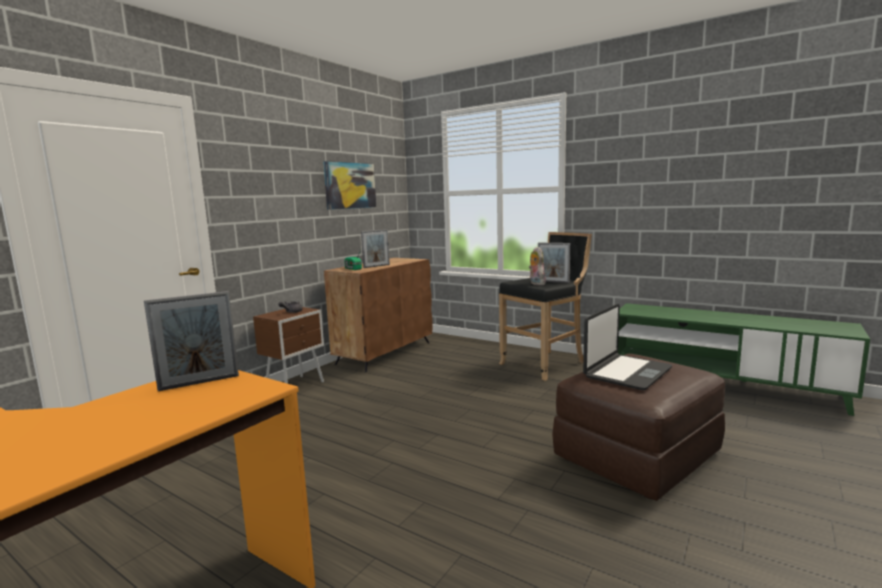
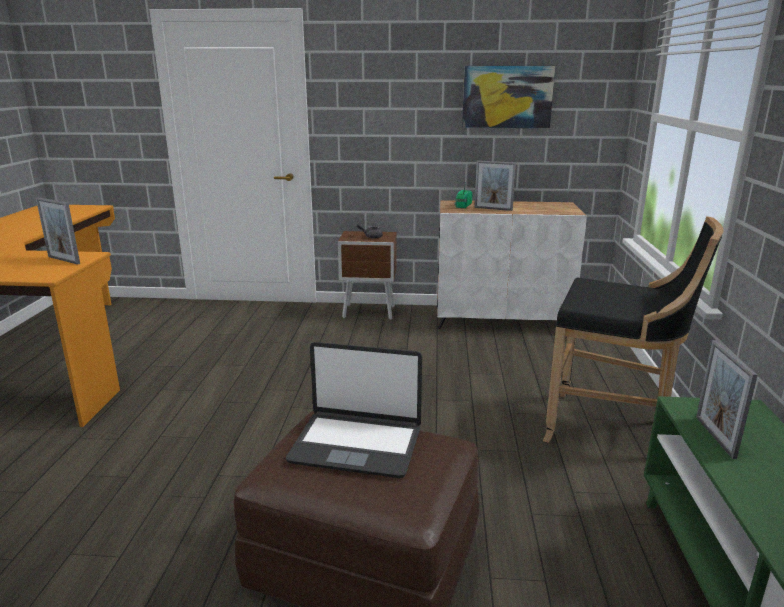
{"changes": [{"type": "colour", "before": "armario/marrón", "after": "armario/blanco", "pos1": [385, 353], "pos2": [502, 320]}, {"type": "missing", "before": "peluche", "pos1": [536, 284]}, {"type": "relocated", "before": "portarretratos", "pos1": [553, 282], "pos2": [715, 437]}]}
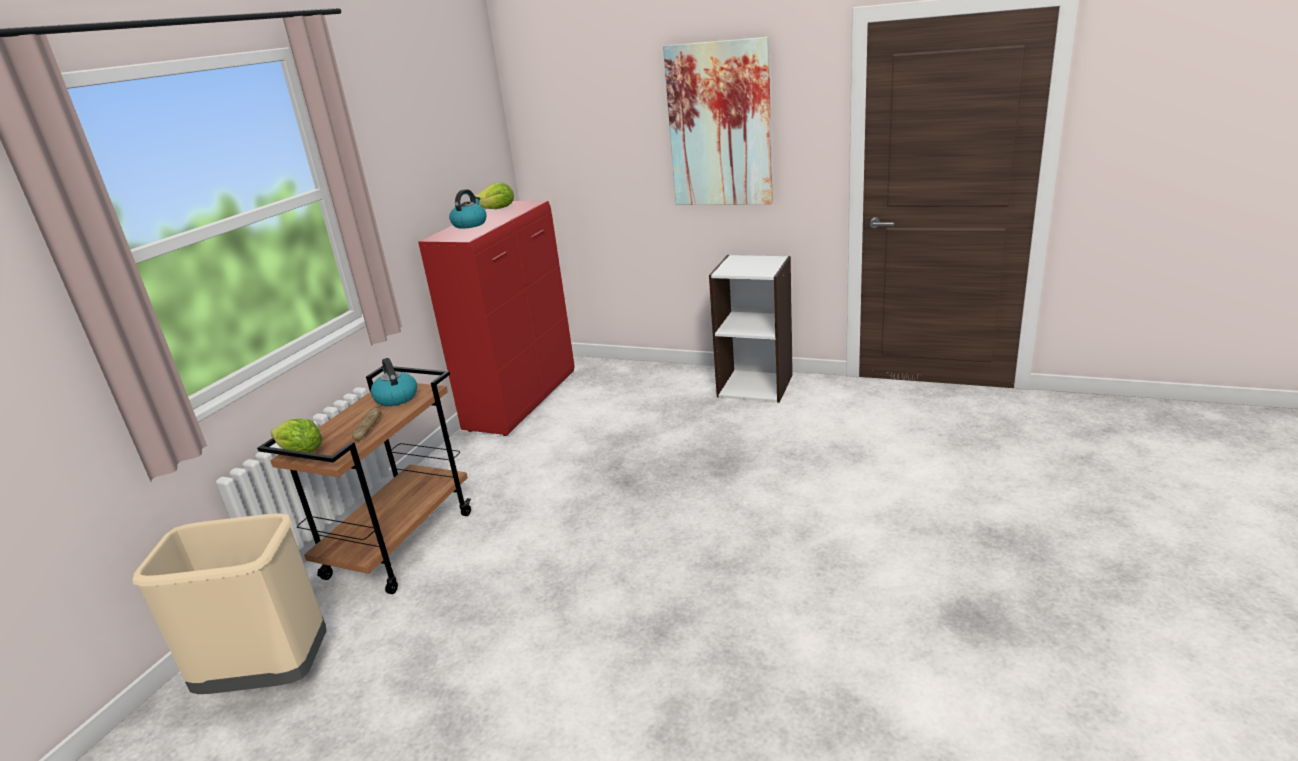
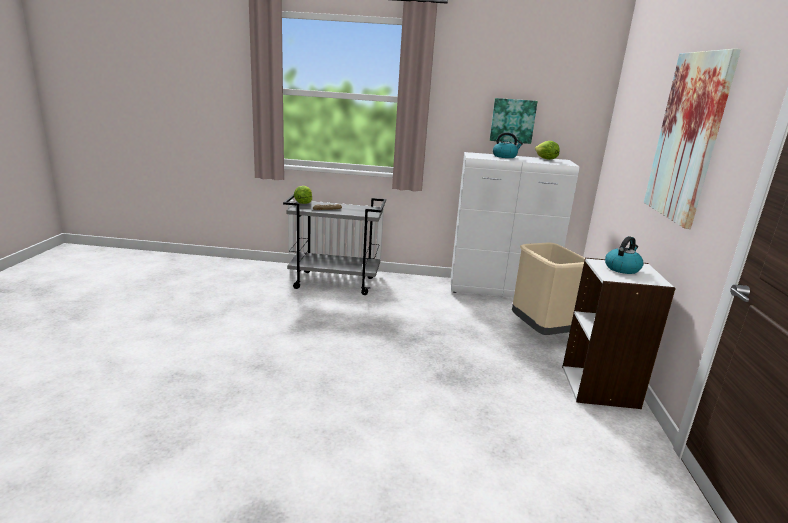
{"changes": [{"type": "relocated", "before": "papelera/beis", "pos1": [270, 676], "pos2": [540, 331]}, {"type": "colour", "before": "carrito/marrón", "after": "carrito/gris", "pos1": [400, 544], "pos2": [335, 283]}, {"type": "relocated", "before": "hervidor", "pos1": [396, 397], "pos2": [622, 268]}, {"type": "colour", "before": "armario/rojo", "after": "armario/blanco", "pos1": [522, 400], "pos2": [500, 291]}, {"type": "appeared", "after": "cuadro", "pos2": [512, 120]}]}
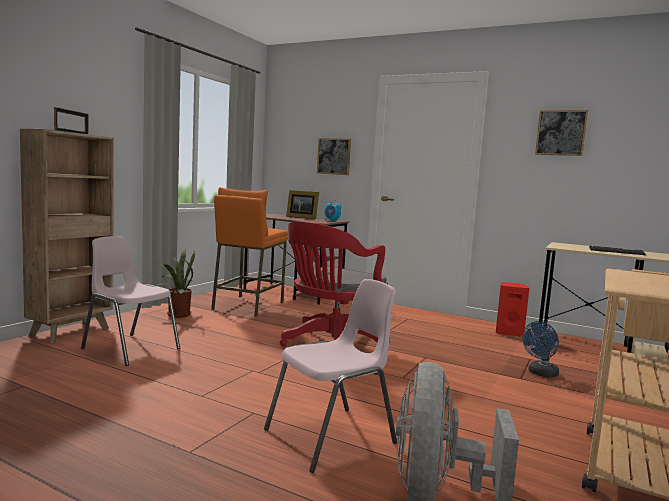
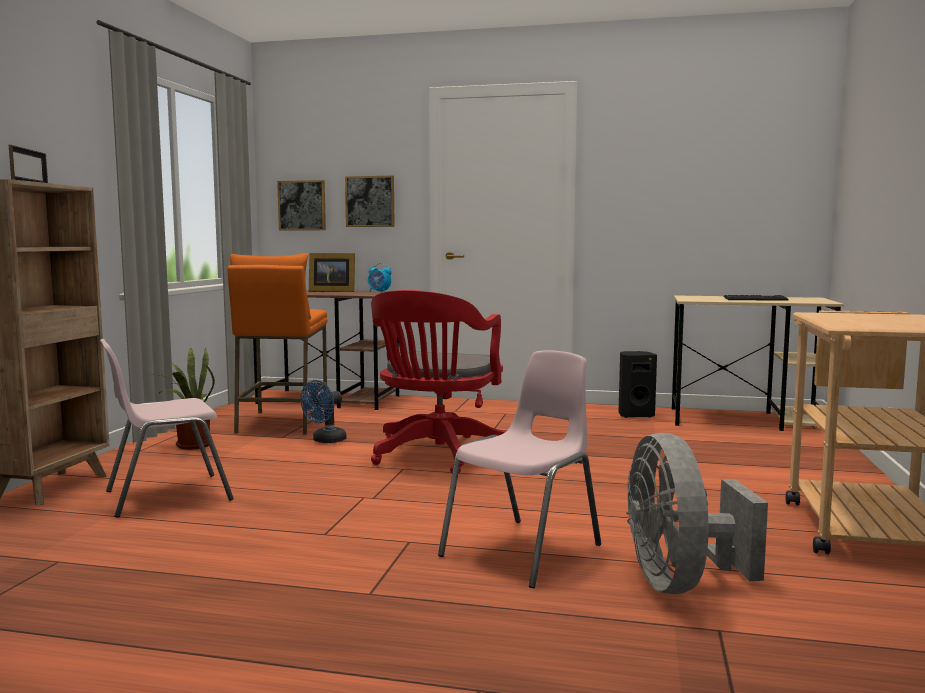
{"changes": [{"type": "spun", "before": "silla/rosa", "pos1": [129, 348], "pos2": [166, 495], "turn": -45}, {"type": "colour", "before": "altavoz/rojo", "after": "altavoz/negro", "pos1": [508, 333], "pos2": [635, 415]}, {"type": "relocated", "before": "ventilador/azul", "pos1": [540, 373], "pos2": [325, 441]}, {"type": "relocated", "before": "cuadro", "pos1": [561, 133], "pos2": [302, 205]}]}
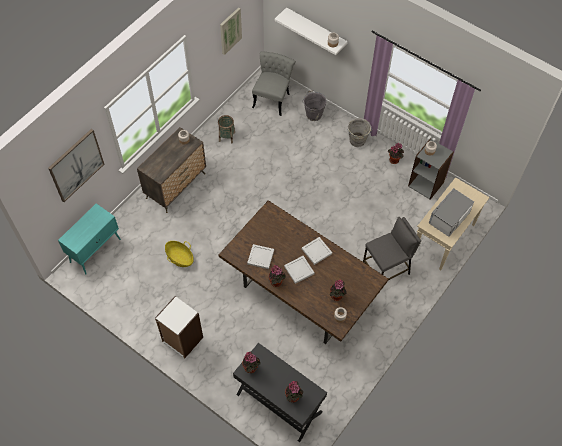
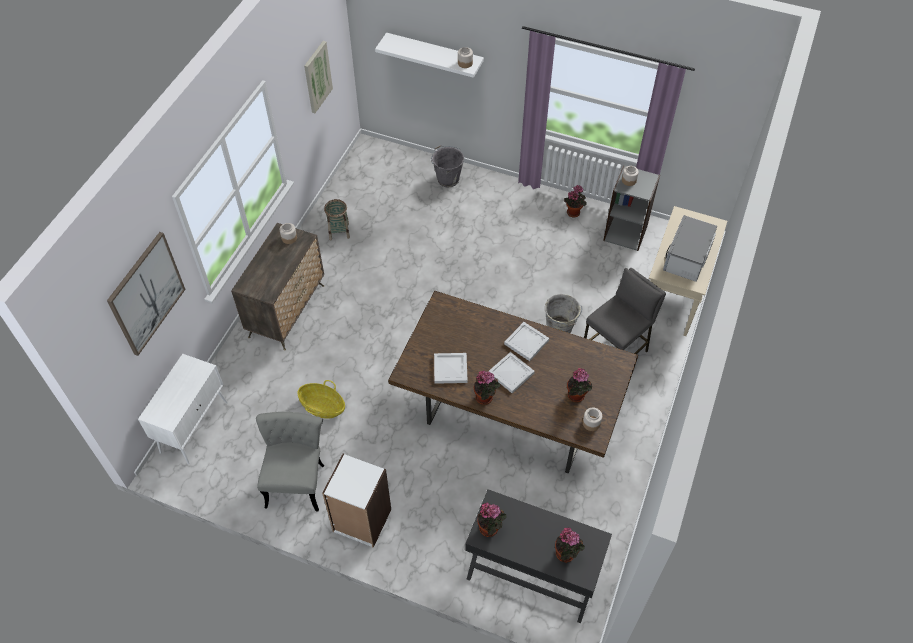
{"changes": [{"type": "colour", "before": "armario/turquesa", "after": "armario/blanco", "pos1": [95, 250], "pos2": [194, 426]}, {"type": "relocated", "before": "silla/gris", "pos1": [273, 97], "pos2": [297, 479]}, {"type": "relocated", "before": "cubo/gris", "pos1": [357, 141], "pos2": [560, 329]}]}
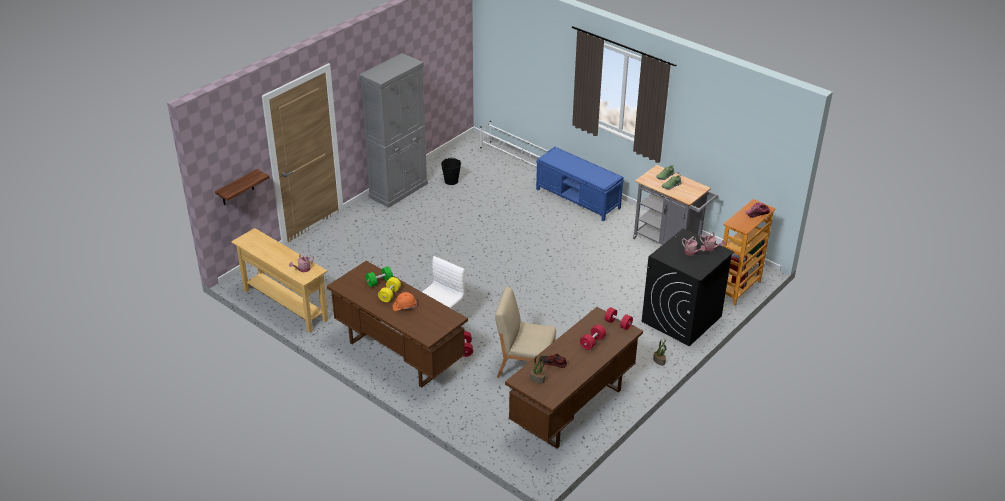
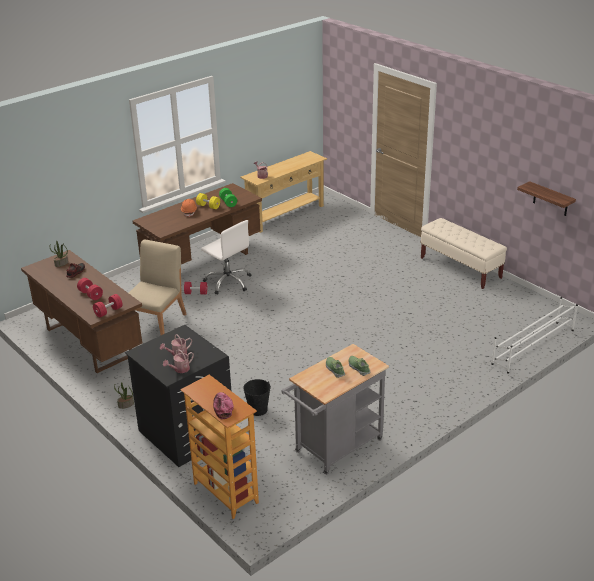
{"changes": [{"type": "relocated", "before": "estante", "pos1": [237, 188], "pos2": [550, 199]}, {"type": "exchanged", "before": "armario/gris", "after": "banco/beis", "pos1": [398, 190], "pos2": [460, 268]}, {"type": "relocated", "before": "cubo/negro", "pos1": [451, 181], "pos2": [258, 409]}, {"type": "missing", "before": "banco/azul", "pos1": [578, 199]}]}
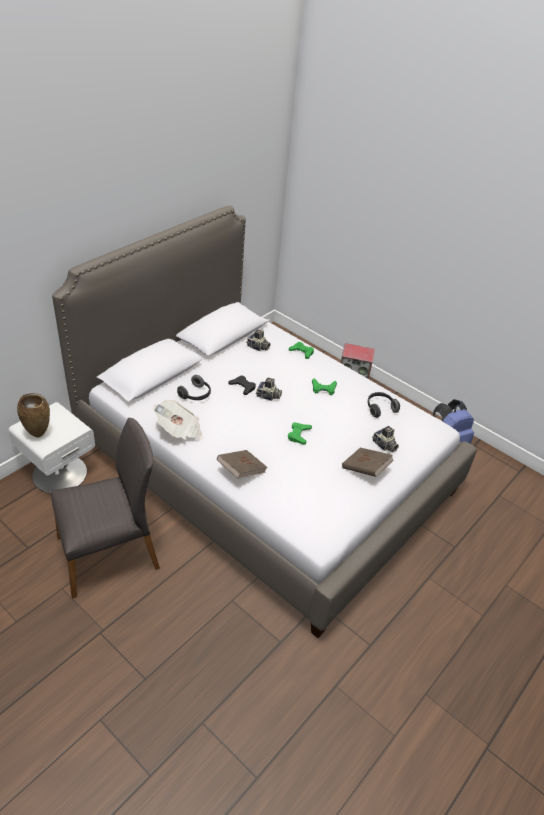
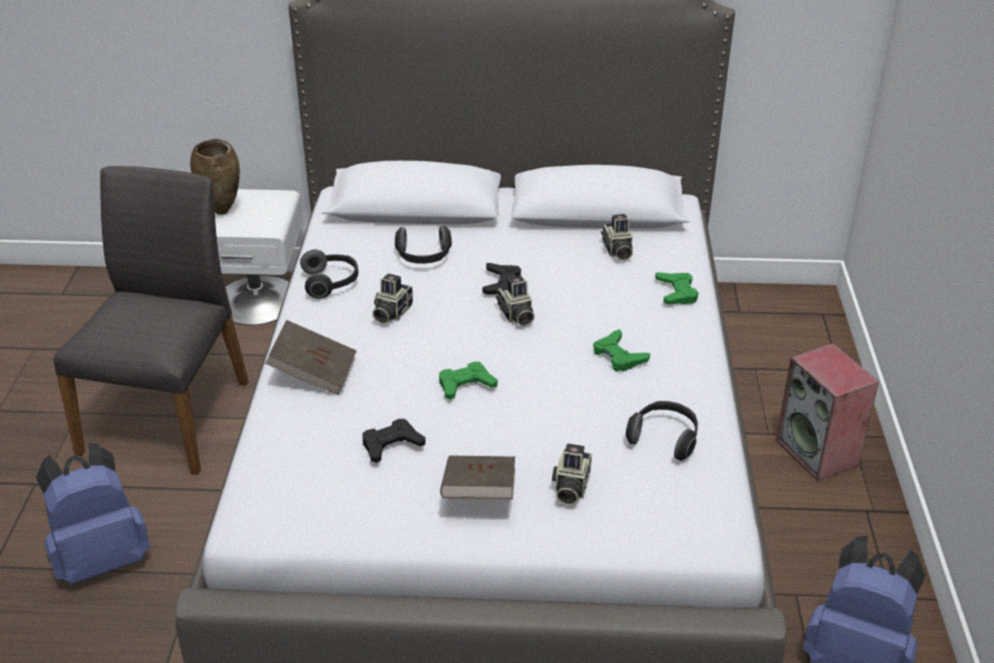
{"changes": [{"type": "spun", "before": "silla/gris", "pos1": [109, 553], "pos2": [169, 415], "turn": -105}, {"type": "exchanged", "before": "periódico", "after": "auriculares", "pos1": [179, 430], "pos2": [331, 283]}, {"type": "appeared", "after": "mochila/azul", "pos2": [102, 558]}, {"type": "appeared", "after": "mando de consola/negro", "pos2": [391, 445]}, {"type": "appeared", "after": "cámara", "pos2": [391, 313]}]}
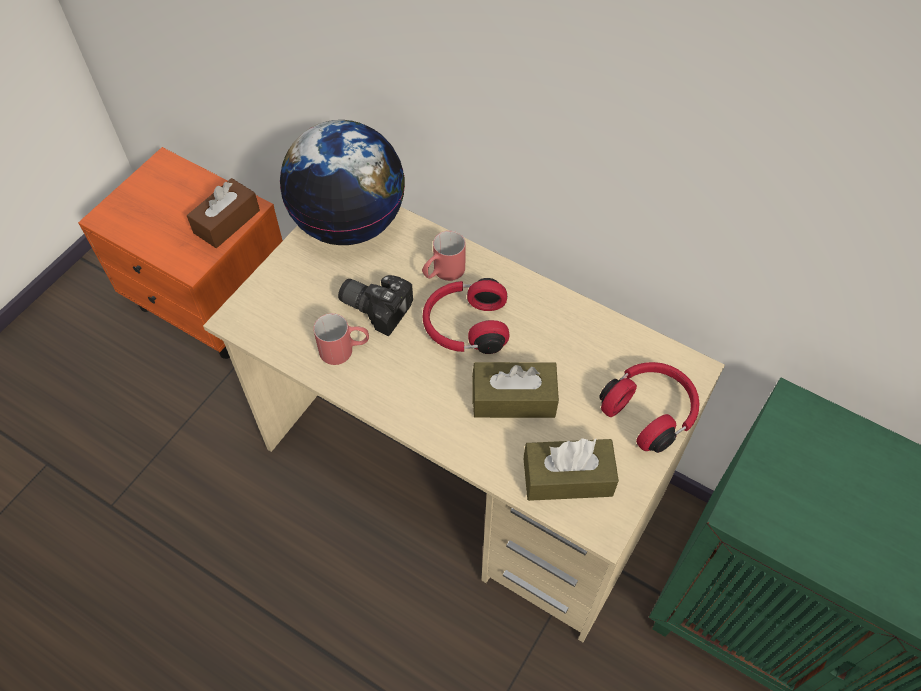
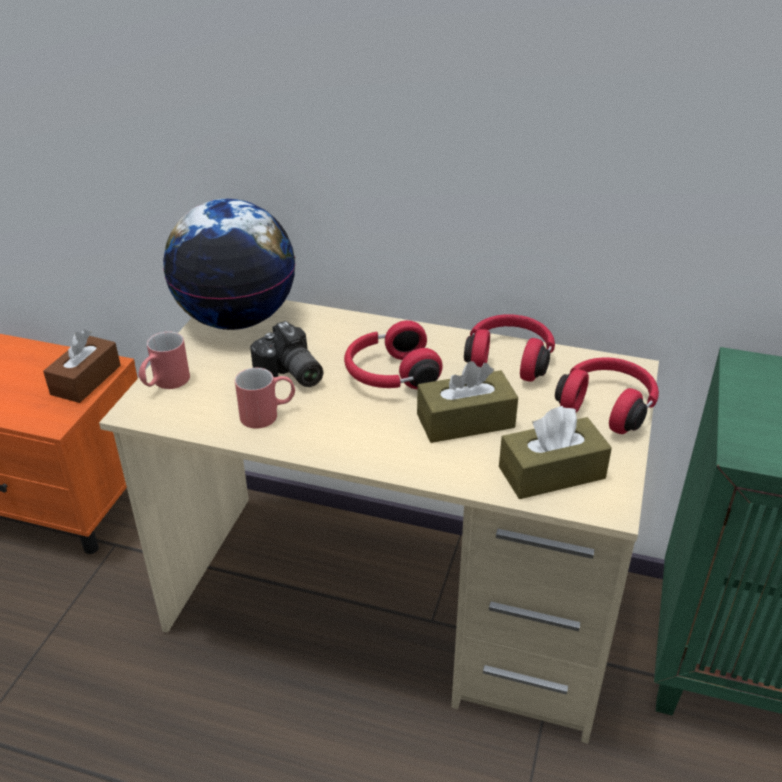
{"changes": [{"type": "spun", "before": "cámara", "pos1": [376, 306], "pos2": [290, 375], "turn": -135}, {"type": "relocated", "before": "taza grande/rojo", "pos1": [443, 273], "pos2": [165, 383]}, {"type": "appeared", "after": "auriculares/rojo", "pos2": [509, 359]}]}
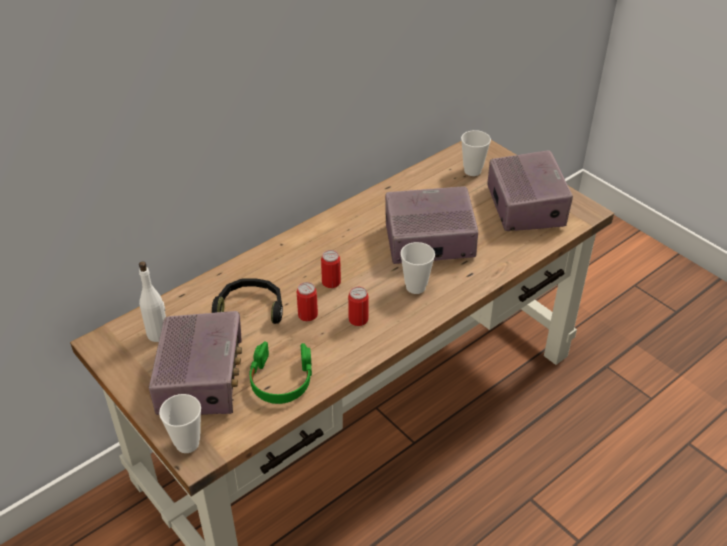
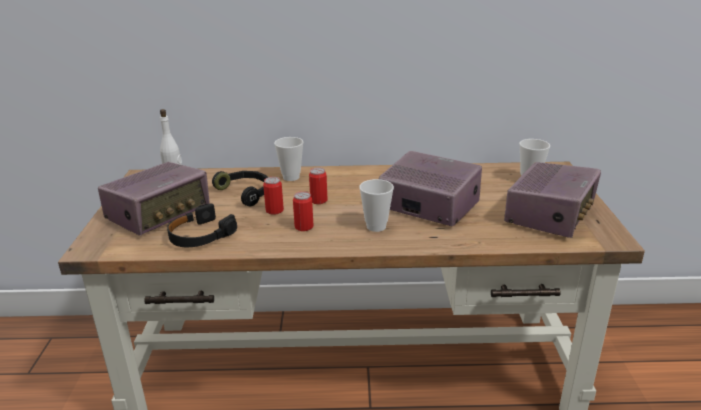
{"changes": [{"type": "relocated", "before": "taza", "pos1": [187, 443], "pos2": [291, 177]}, {"type": "colour", "before": "auriculares/verde", "after": "auriculares/negro", "pos1": [281, 380], "pos2": [200, 235]}]}
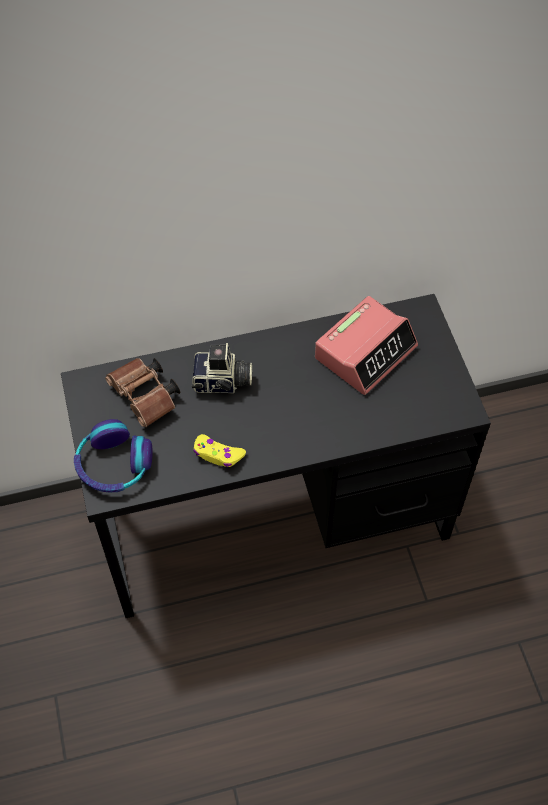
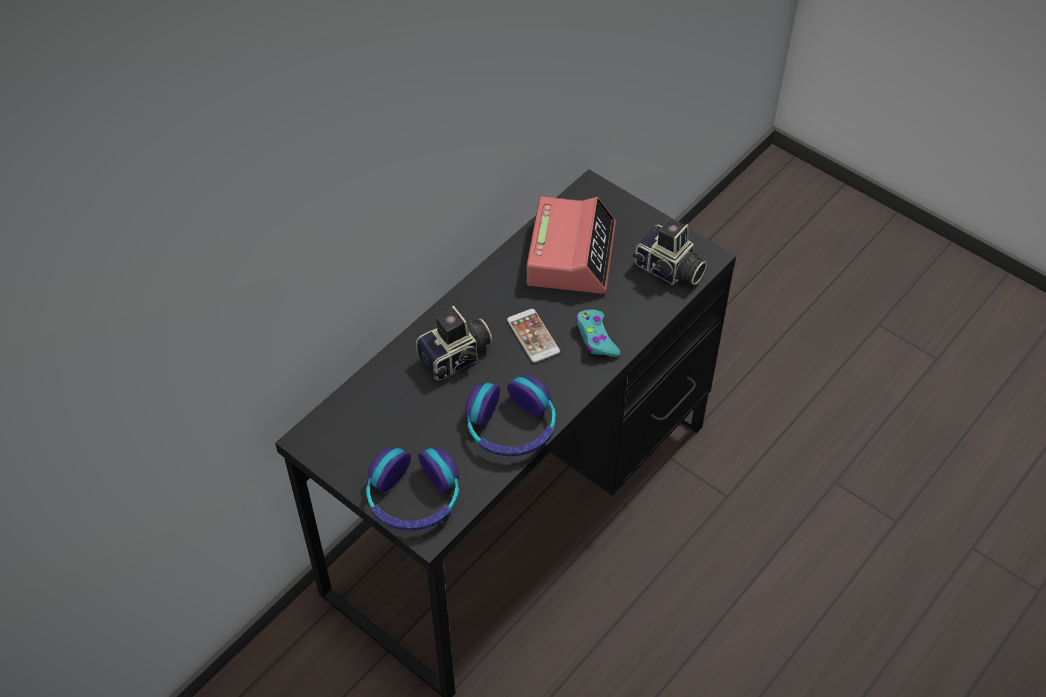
{"changes": [{"type": "missing", "before": "prismáticos/marrón", "pos1": [146, 398]}, {"type": "exchanged", "before": "mando de consola/amarillo", "after": "auriculares", "pos1": [218, 454], "pos2": [511, 427]}, {"type": "appeared", "after": "móvil", "pos2": [533, 336]}, {"type": "appeared", "after": "mando de consola/turquesa", "pos2": [596, 338]}, {"type": "appeared", "after": "cámara", "pos2": [669, 270]}]}
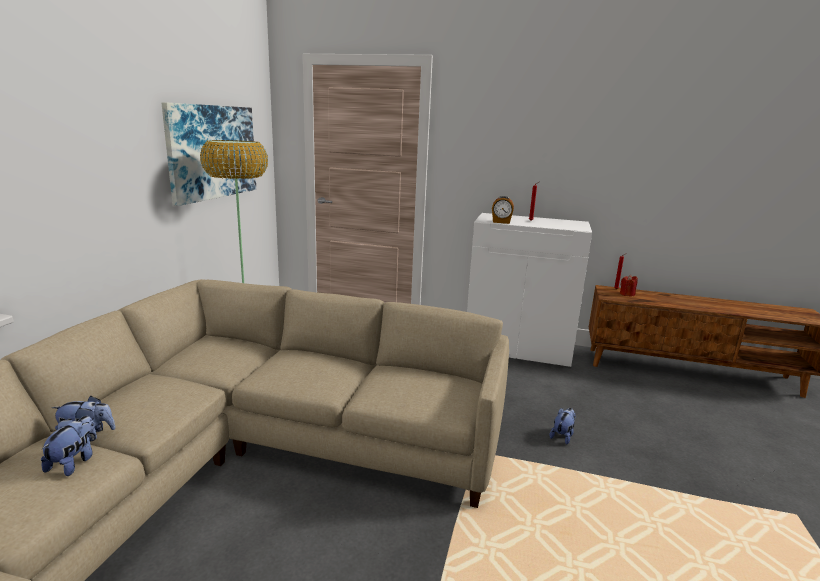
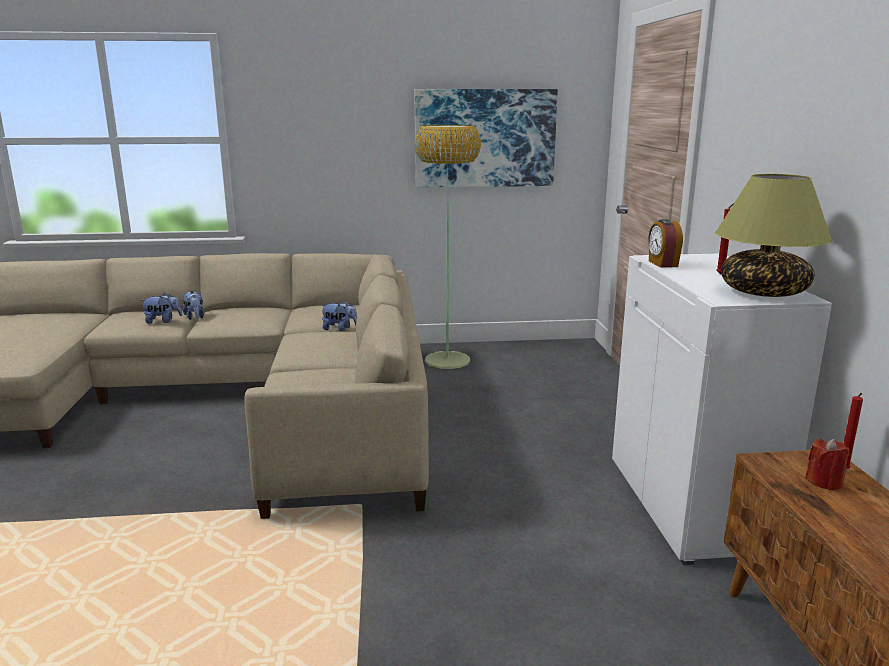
{"changes": [{"type": "relocated", "before": "peluche", "pos1": [562, 436], "pos2": [340, 329]}, {"type": "appeared", "after": "lámpara de mesa", "pos2": [762, 292]}]}
